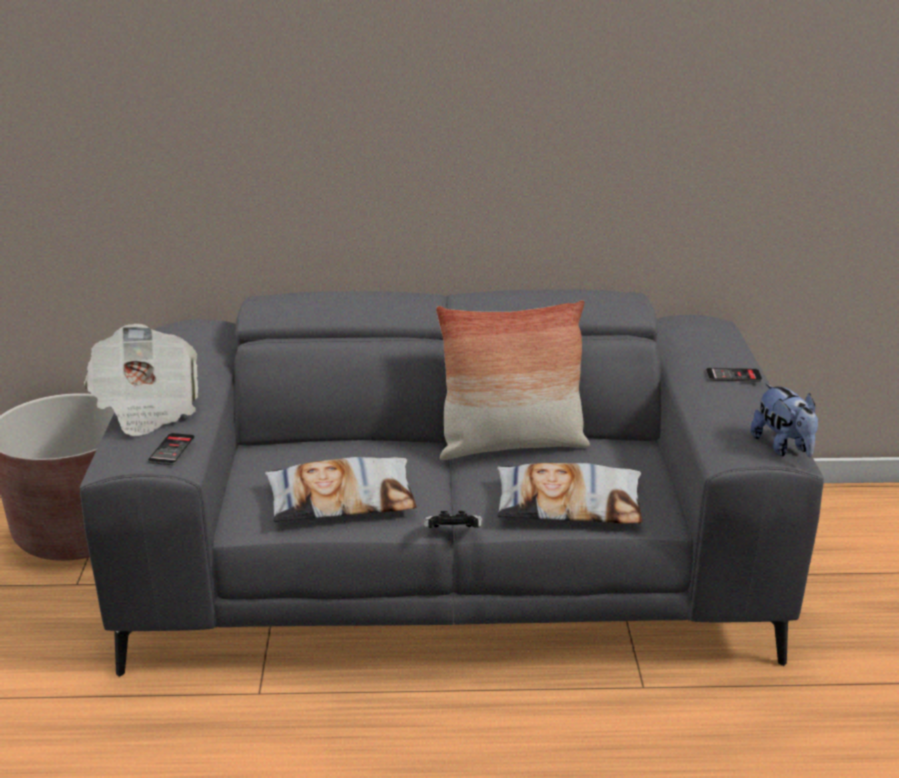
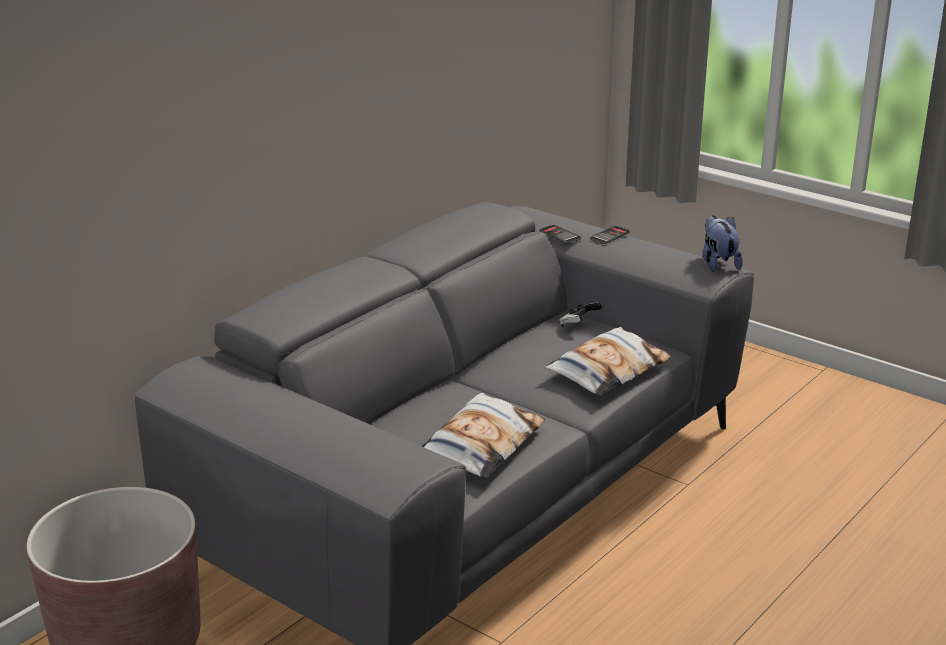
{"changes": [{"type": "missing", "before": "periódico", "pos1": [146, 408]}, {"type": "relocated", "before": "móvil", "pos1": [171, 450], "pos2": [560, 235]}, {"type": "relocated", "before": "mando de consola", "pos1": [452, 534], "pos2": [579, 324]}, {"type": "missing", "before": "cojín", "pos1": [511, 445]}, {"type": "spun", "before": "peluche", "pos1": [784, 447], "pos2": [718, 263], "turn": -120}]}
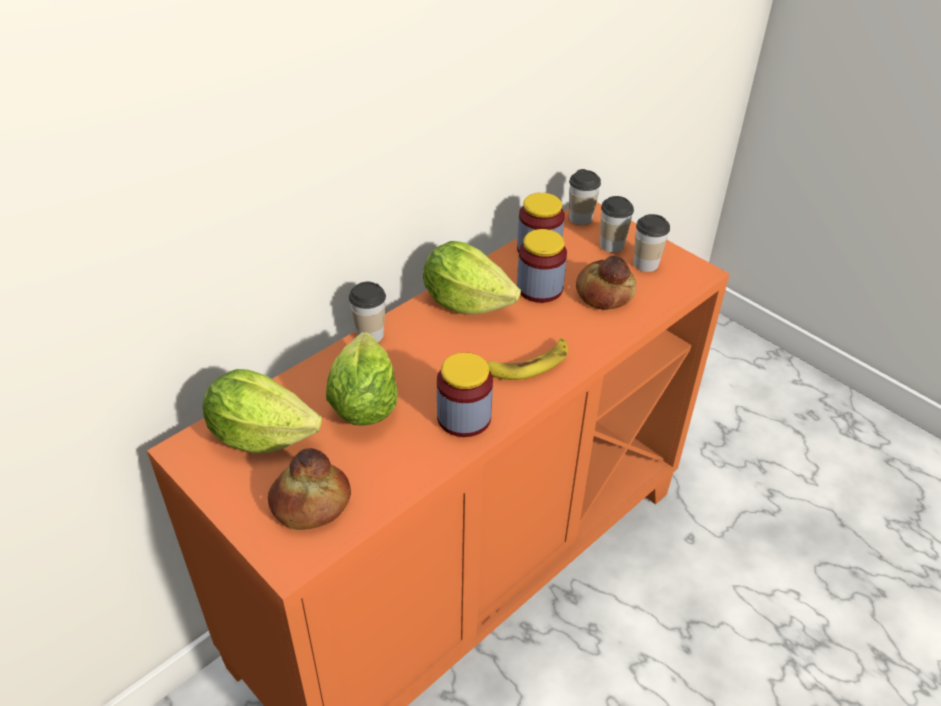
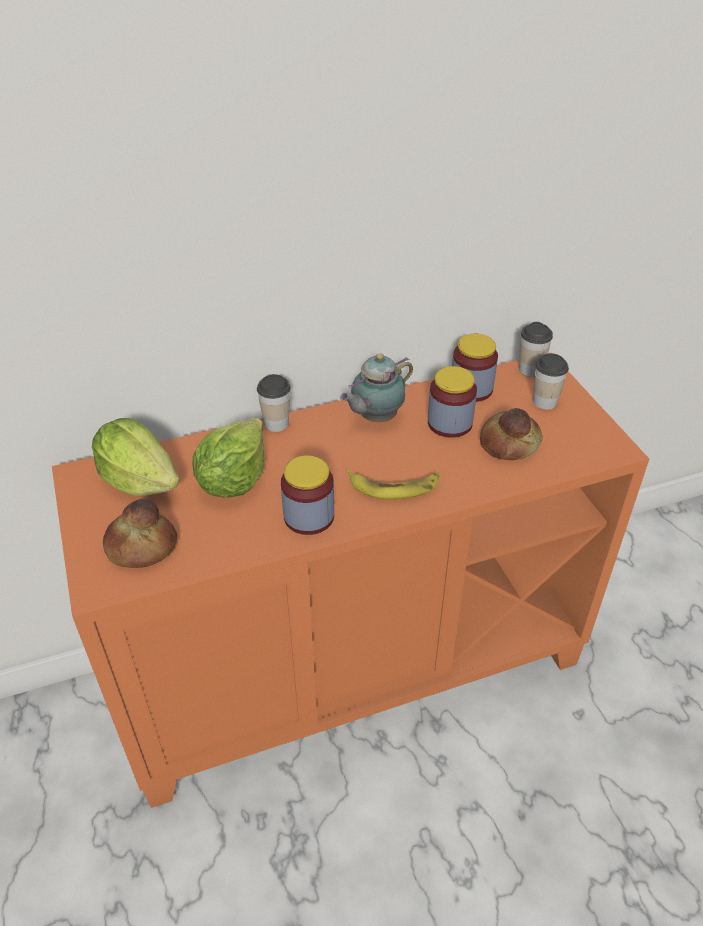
{"changes": [{"type": "exchanged", "before": "lechuga", "after": "tetera", "pos1": [466, 302], "pos2": [375, 418]}, {"type": "missing", "before": "taza", "pos1": [646, 264]}]}
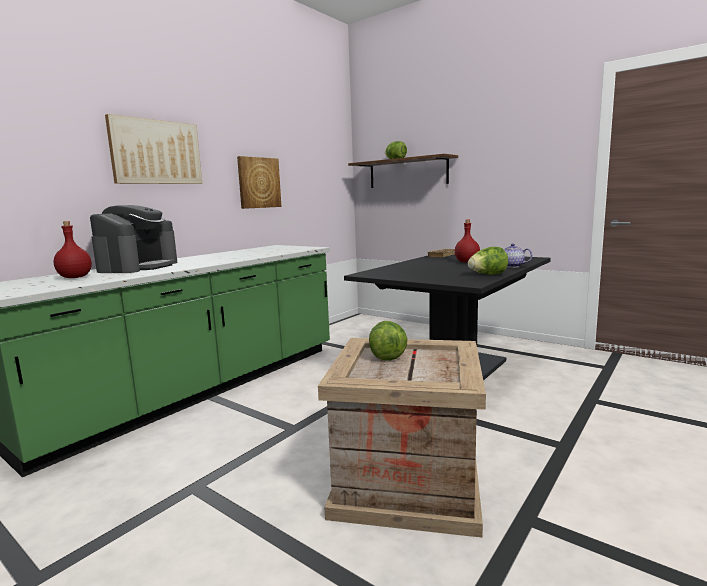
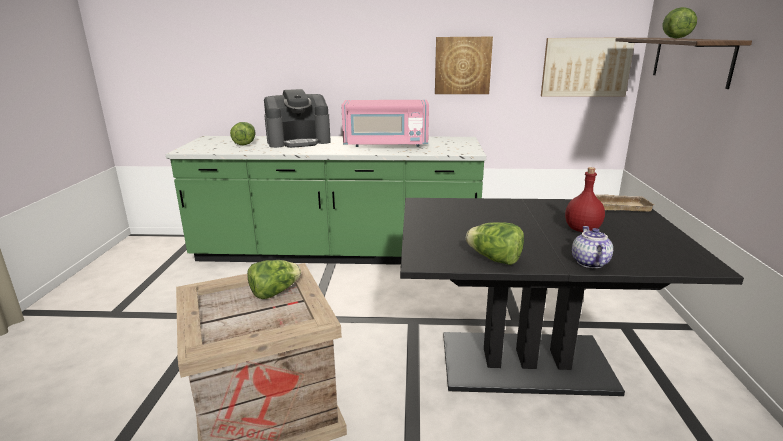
{"changes": [{"type": "exchanged", "before": "botella/rojo", "after": "lechuga", "pos1": [75, 277], "pos2": [245, 143]}, {"type": "relocated", "before": "cuadro", "pos1": [156, 152], "pos2": [585, 67]}, {"type": "appeared", "after": "microondas/rosa", "pos2": [385, 144]}]}
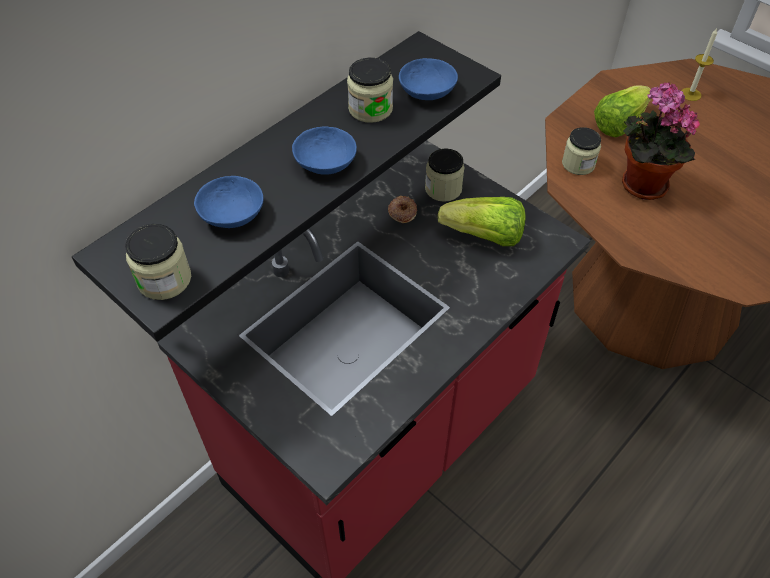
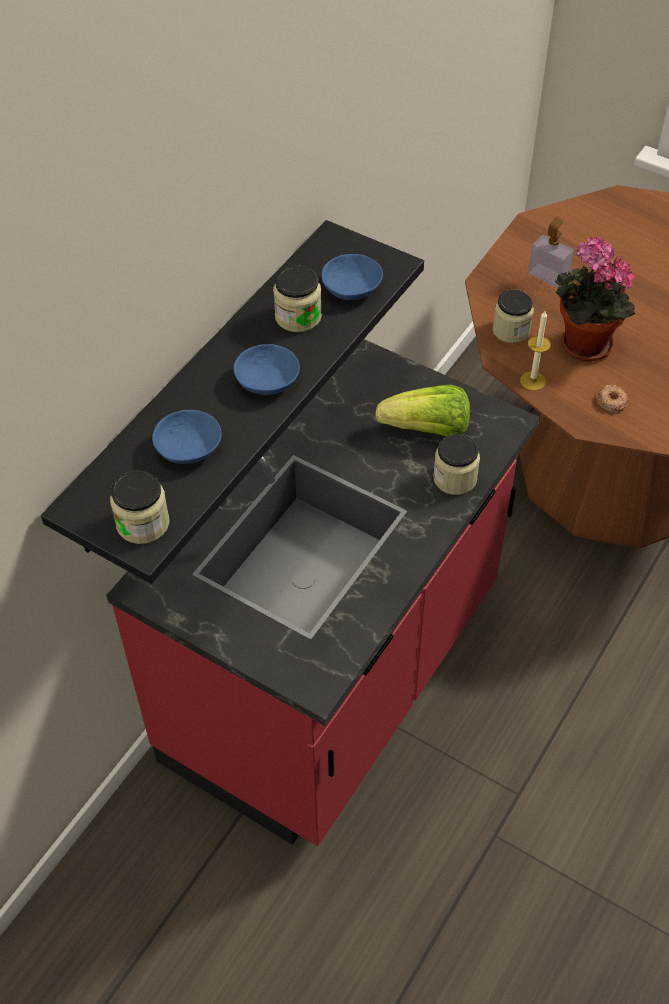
{"changes": [{"type": "relocated", "before": "rosquilla", "pos1": [402, 212], "pos2": [611, 401]}, {"type": "relocated", "before": "tarro", "pos1": [443, 189], "pos2": [455, 478]}, {"type": "exchanged", "before": "lechuga", "after": "dispensador de jabón", "pos1": [618, 123], "pos2": [548, 276]}, {"type": "relocated", "before": "vela", "pos1": [690, 94], "pos2": [533, 381]}]}
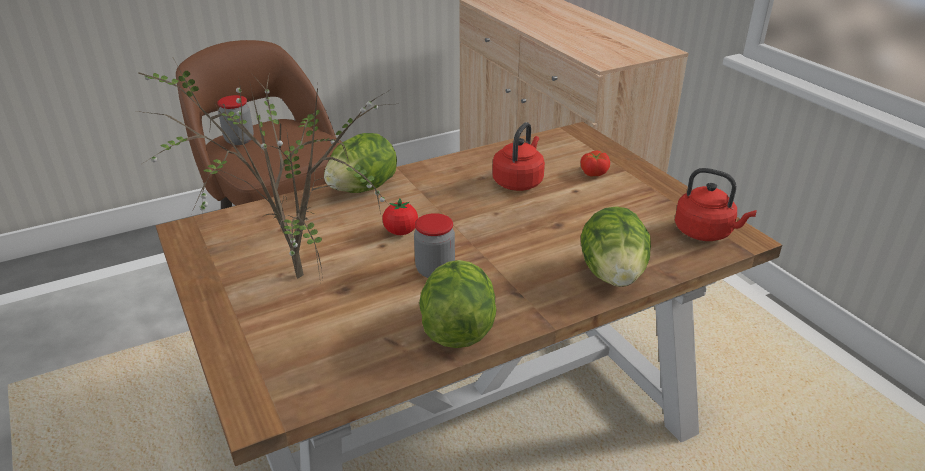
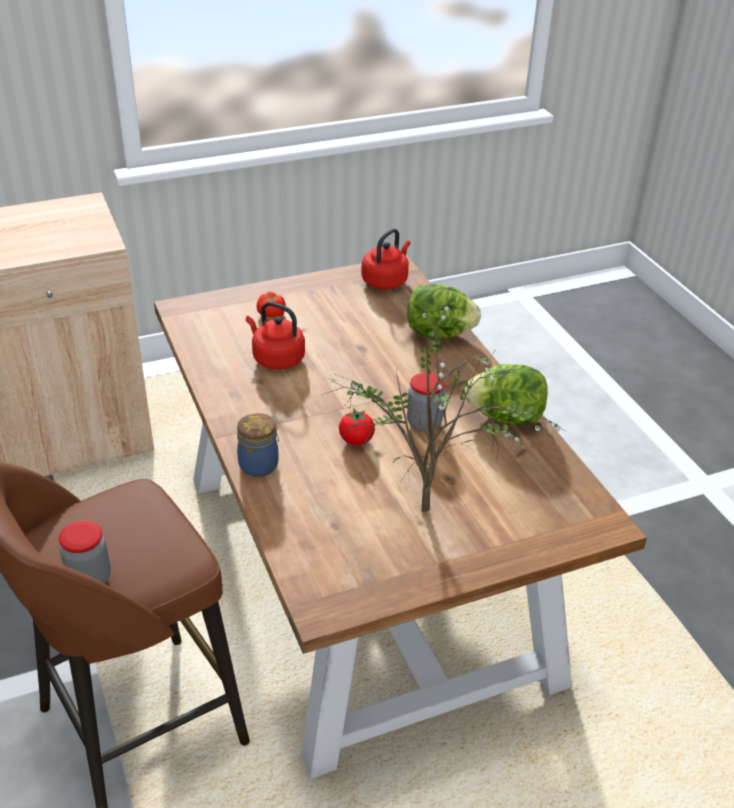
{"changes": [{"type": "exchanged", "before": "lechuga", "after": "tarro", "pos1": [363, 188], "pos2": [260, 464]}]}
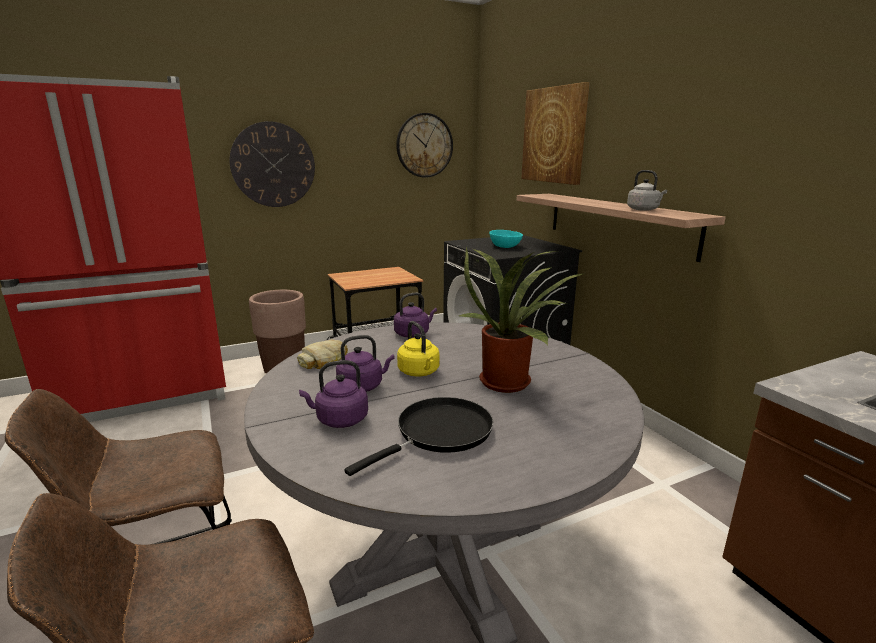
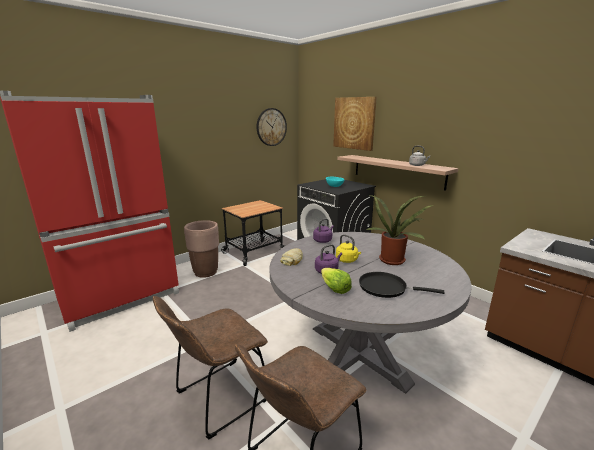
{"changes": [{"type": "missing", "before": "reloj de pared", "pos1": [273, 165]}, {"type": "exchanged", "before": "hervidor/morado", "after": "lechuga", "pos1": [339, 420], "pos2": [334, 288]}, {"type": "spun", "before": "sartén/negro", "pos1": [439, 433], "pos2": [386, 288], "turn": -105}]}
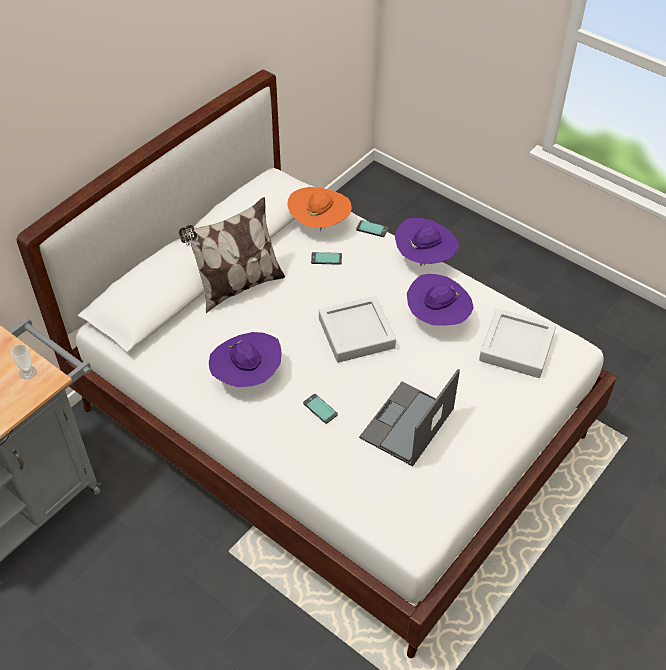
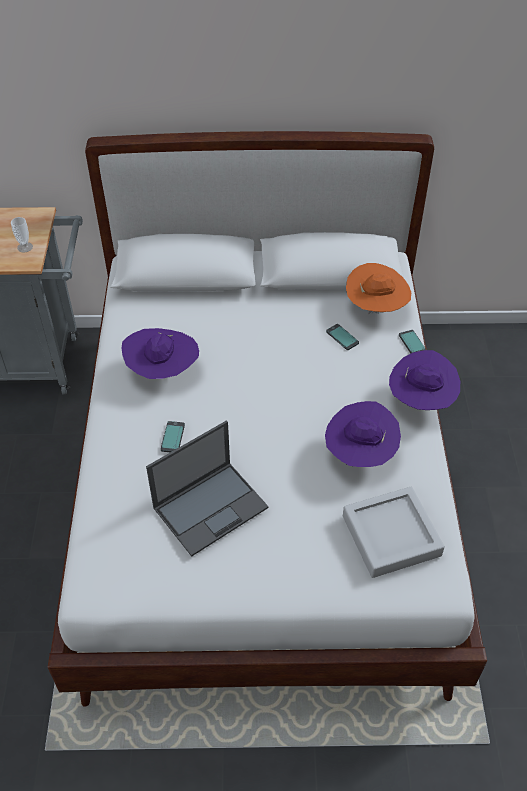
{"changes": [{"type": "missing", "before": "cojín", "pos1": [237, 286]}, {"type": "missing", "before": "bandeja/gris", "pos1": [356, 333]}, {"type": "spun", "before": "portátil", "pos1": [407, 424], "pos2": [211, 507], "turn": 150}]}
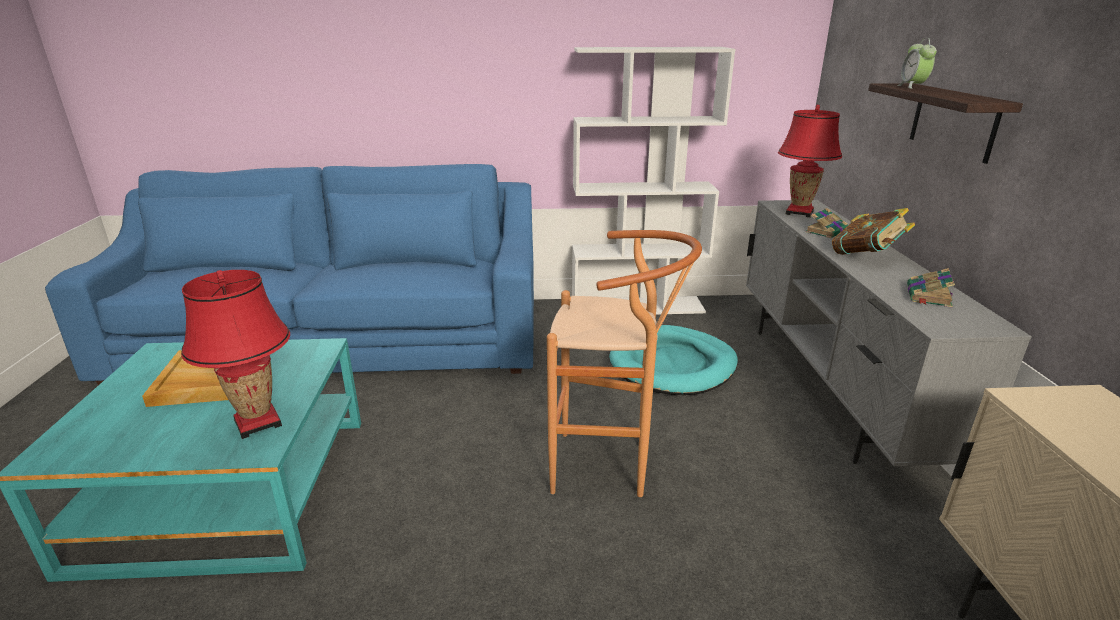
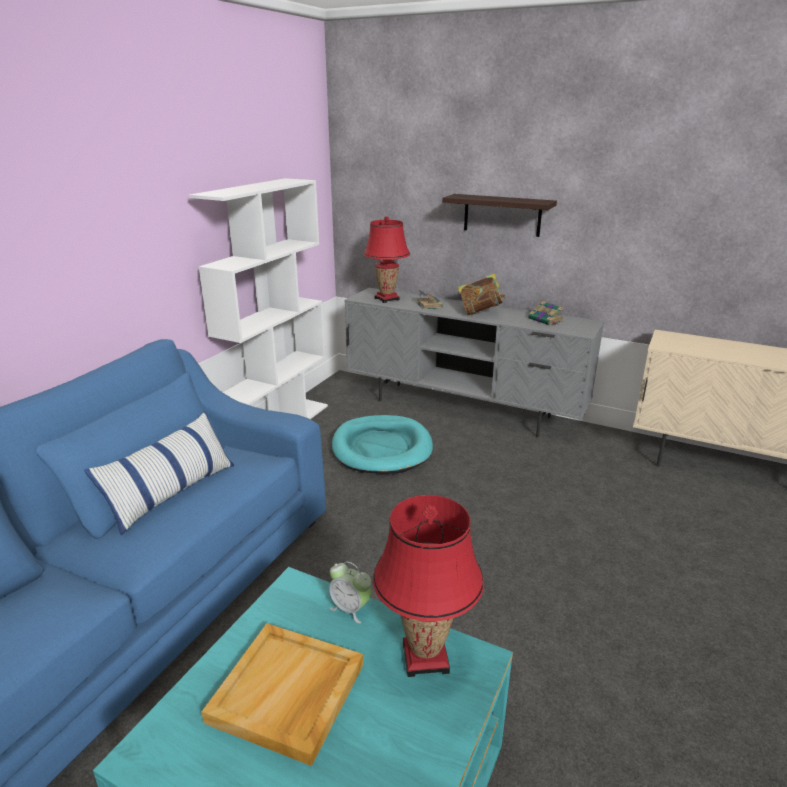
{"changes": [{"type": "missing", "before": "taburete/marrón", "pos1": [611, 467]}, {"type": "relocated", "before": "despertador", "pos1": [912, 87], "pos2": [350, 609]}, {"type": "appeared", "after": "cojín", "pos2": [172, 493]}]}
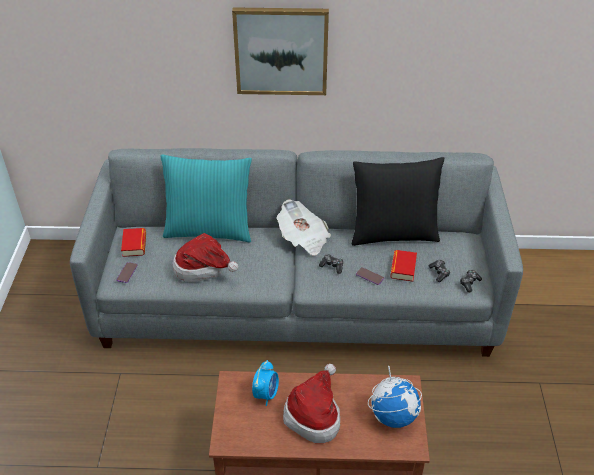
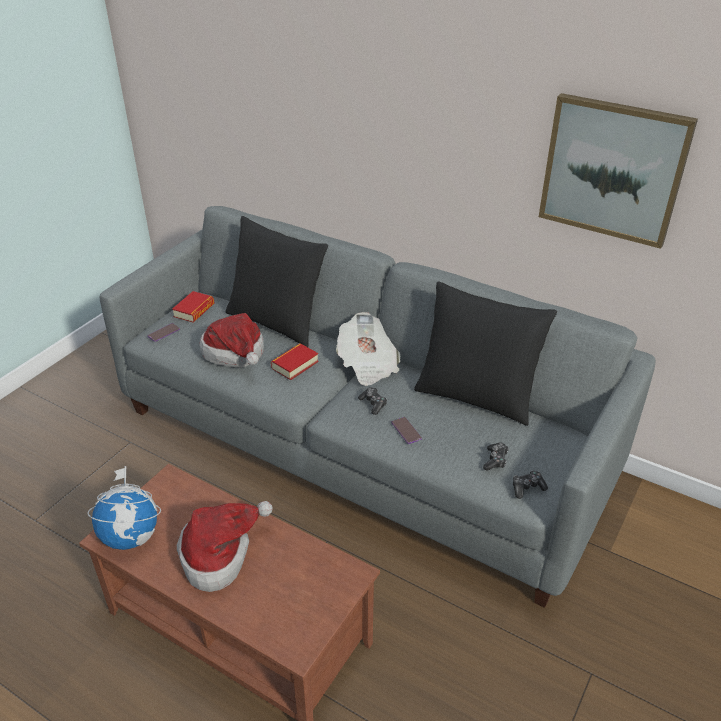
{"changes": [{"type": "colour", "before": "cojín/turquesa", "after": "cojín/negro", "pos1": [209, 230], "pos2": [277, 321]}, {"type": "relocated", "before": "cuadro", "pos1": [281, 51], "pos2": [613, 170]}, {"type": "missing", "before": "despertador", "pos1": [266, 394]}, {"type": "relocated", "before": "globo terráqueo", "pos1": [393, 415], "pos2": [131, 536]}, {"type": "relocated", "before": "libro", "pos1": [403, 268], "pos2": [295, 365]}]}
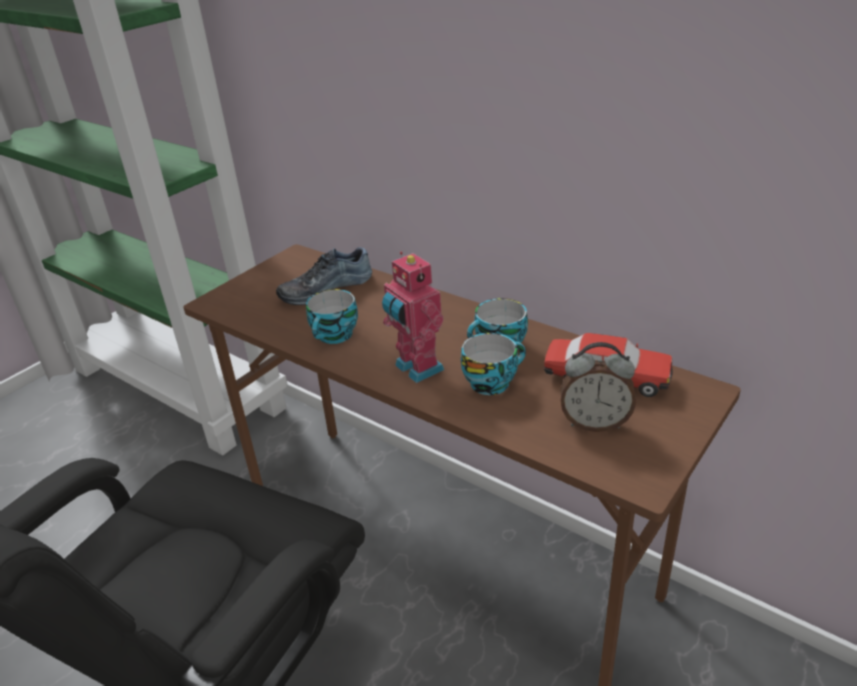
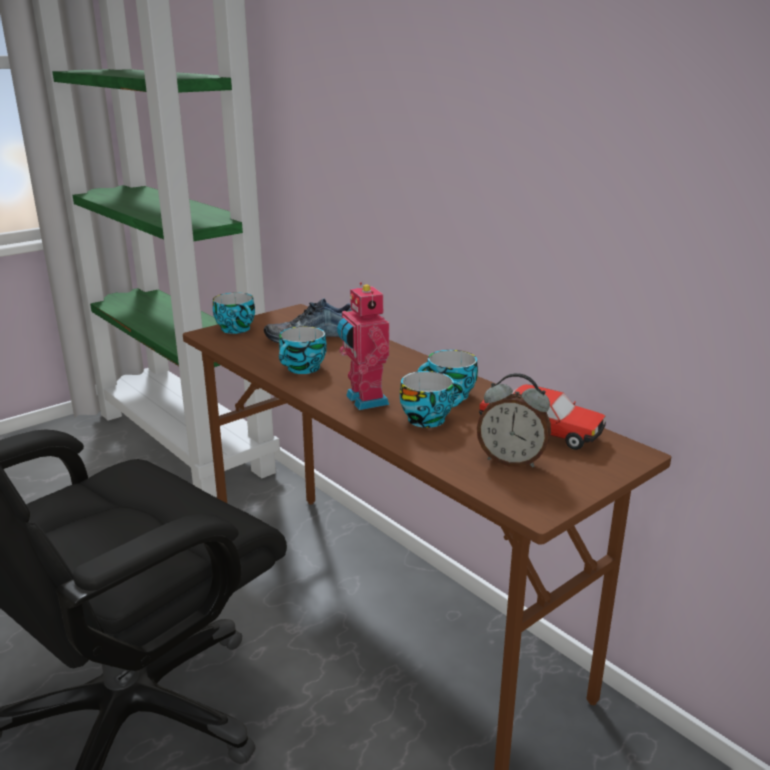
{"changes": [{"type": "appeared", "after": "taza", "pos2": [238, 329]}]}
